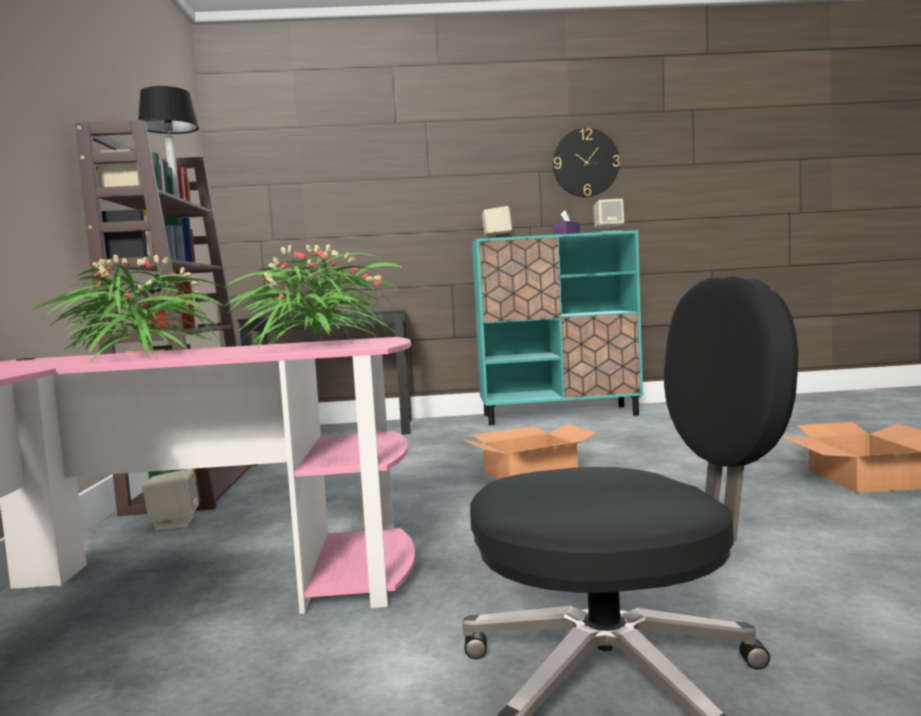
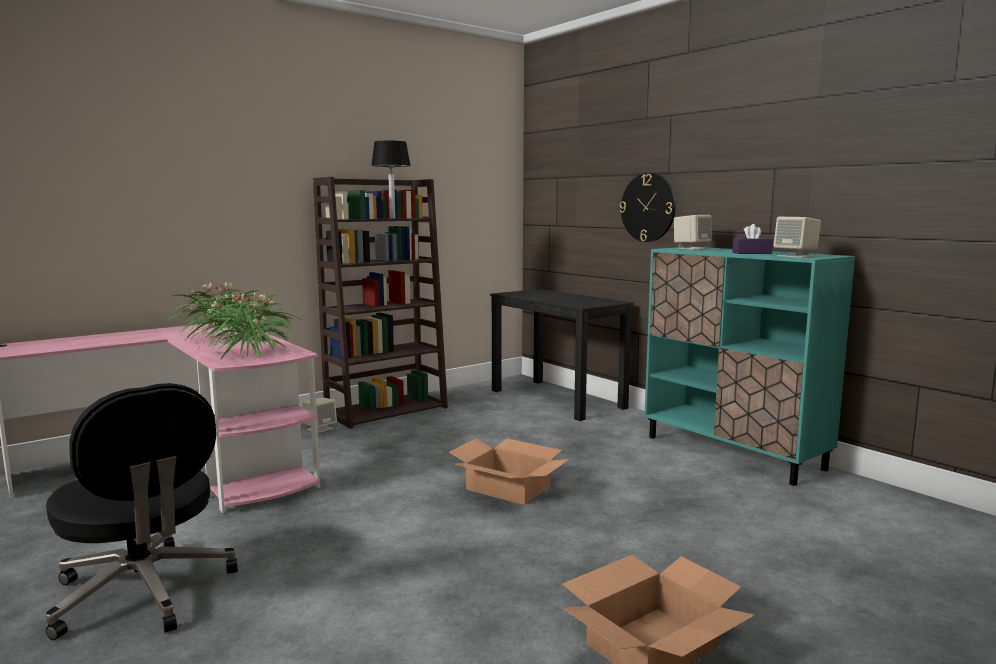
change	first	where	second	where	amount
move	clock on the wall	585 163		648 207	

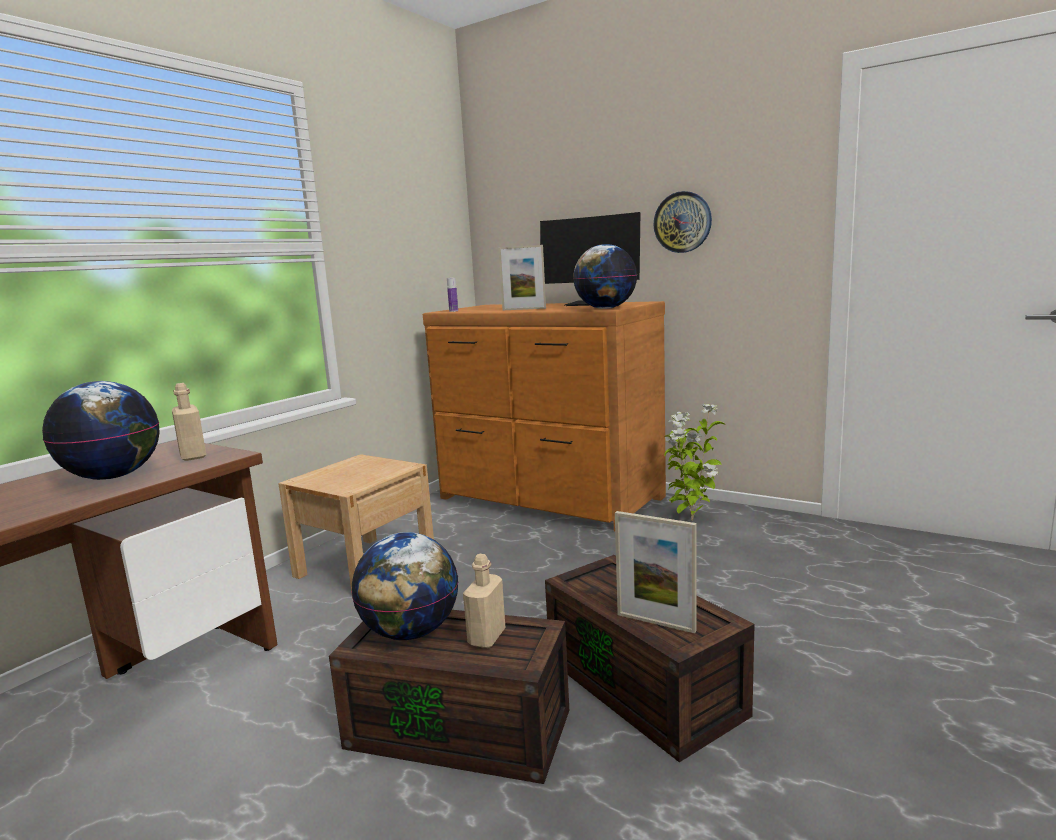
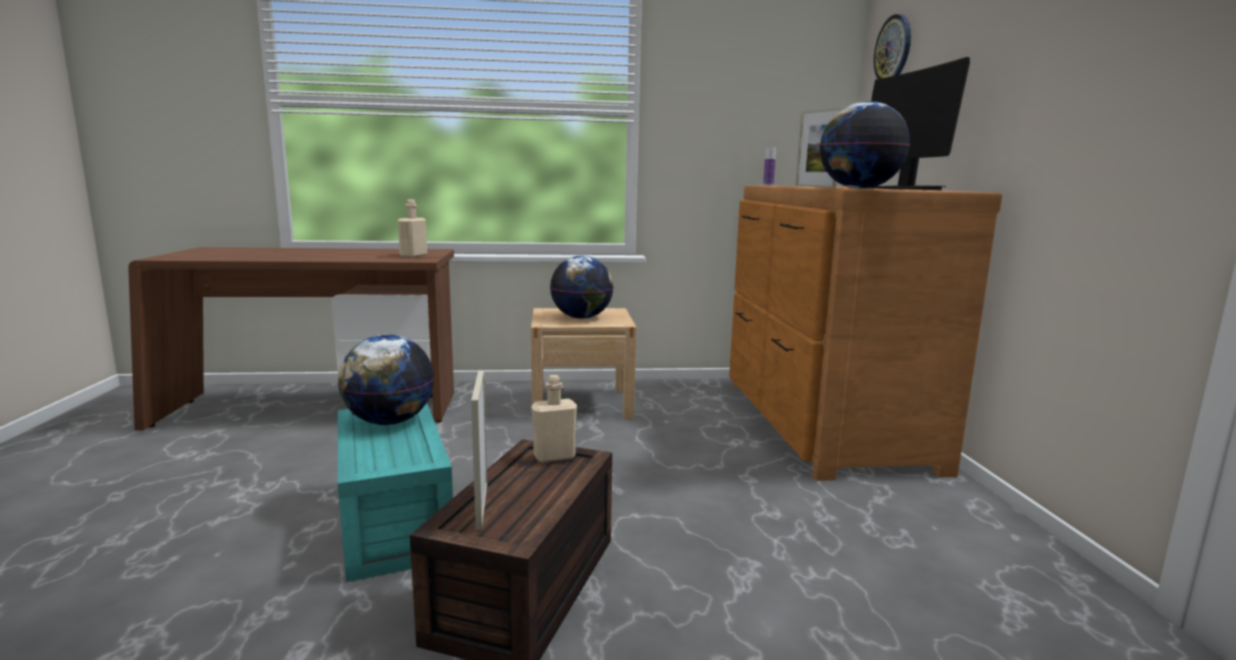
change	first	where	second	where	amount
move	clock on the wall	682 222		893 49	
move	desk globe	113 477		582 318	
delete	houseplant	690 520			
move	sand-coloured beverage bottle	486 637		554 456	
recolor	brown storage bin	462 727	turquoise-coloured storage bin	397 521	

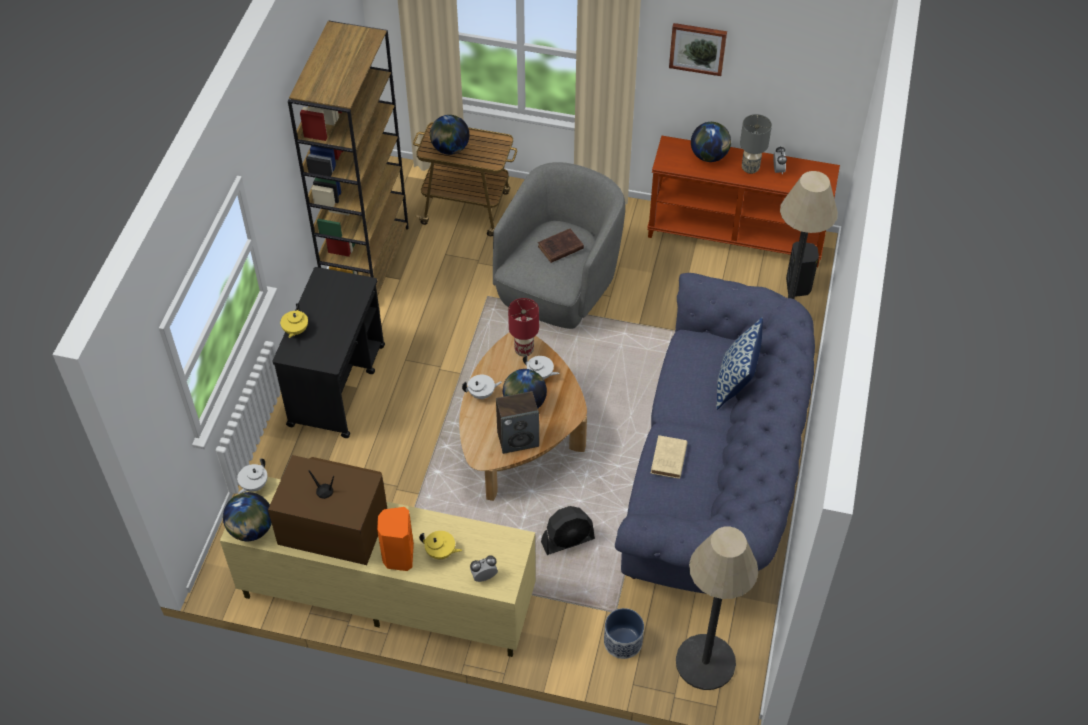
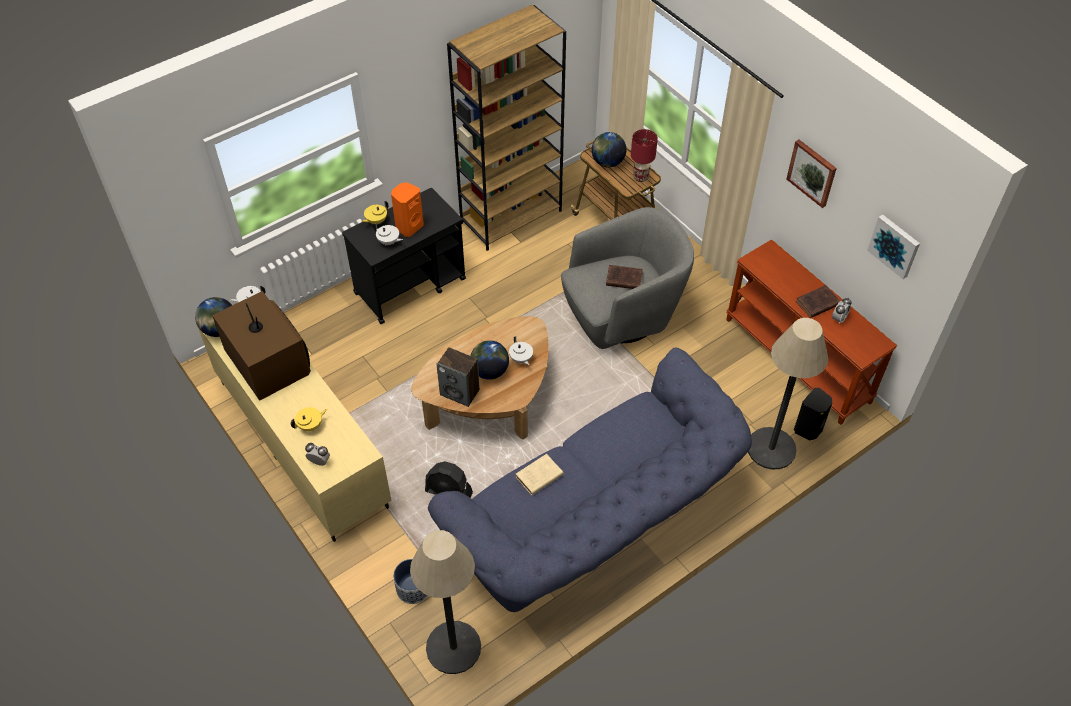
change	first	where	second	where	amount
replace	gray table lamp	750 168	brown volume	816 304	
delete	desk globe	709 156			
move	red table lamp	524 350		641 177	
delete	pillow	735 384			
move	white teapot	482 394		388 242	
move	orangey speaker	398 556		409 226	
rotate	yellowish teapot	441 552		311 425	90 degrees counterclockwise
insert			wall picture	895 245	

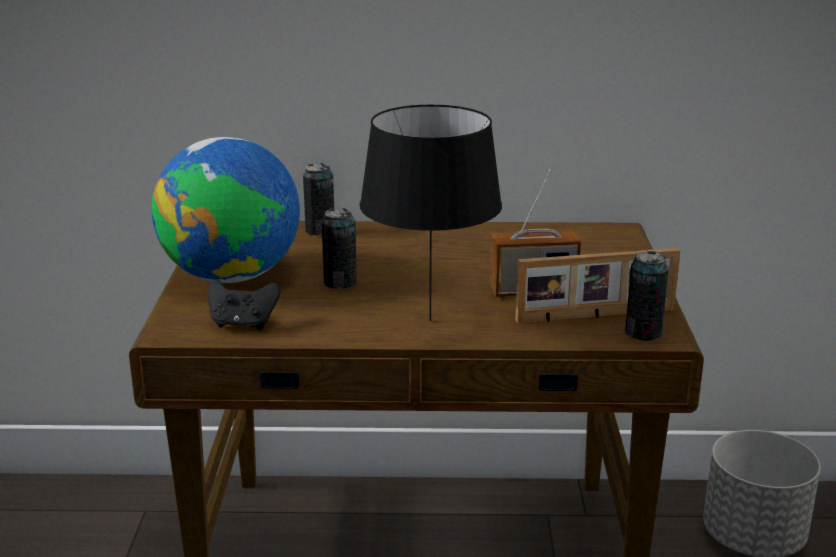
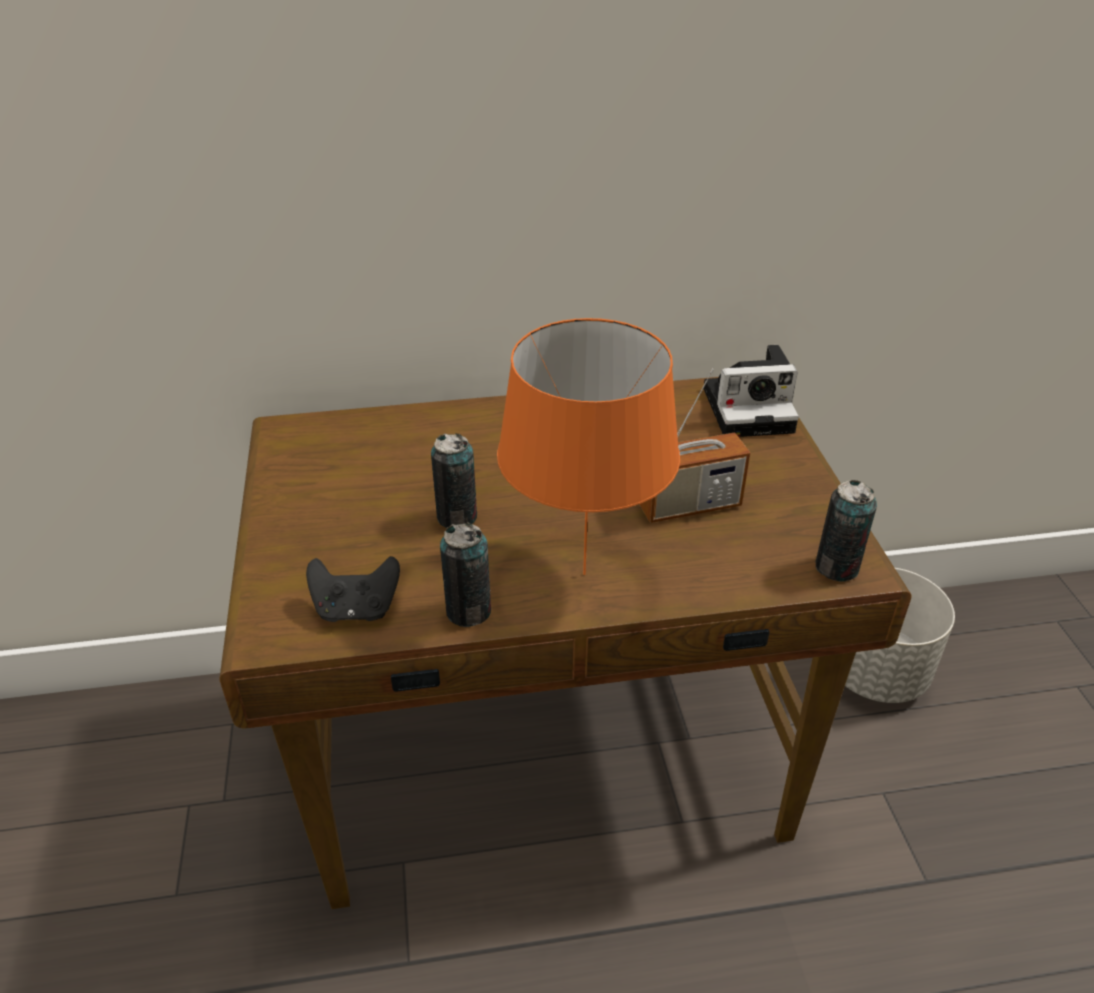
change	first	where	second	where	amount
recolor	black-coloured table lamp	431 319	orangey table lamp	585 572	
delete	desk globe	232 276			
move	sealed can	320 231		468 611	
delete	photo frame	596 316			
insert			photo camera	751 409	

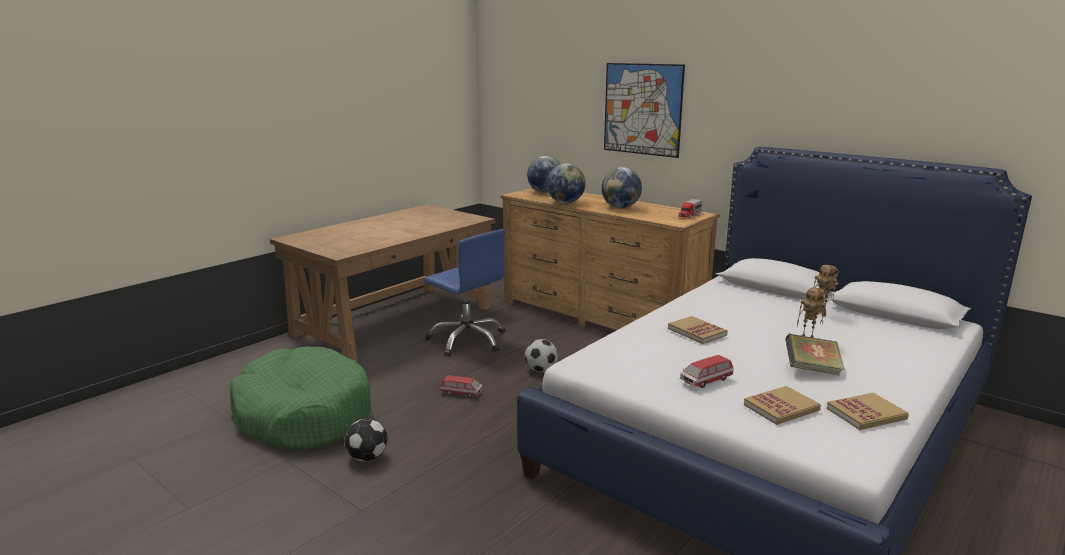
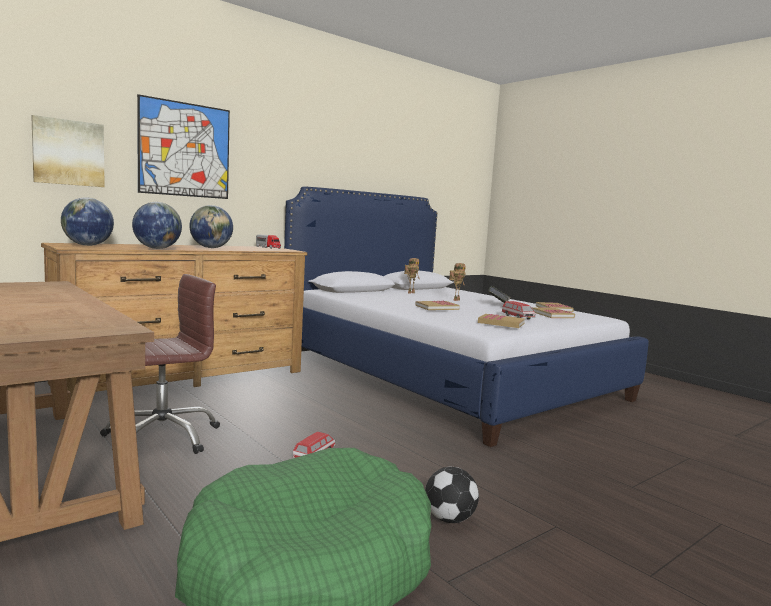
change	first	where	second	where	amount
recolor	blue desk chair	468 340	brown desk chair	162 437	
delete	ball for football	541 370			
insert			wall picture	68 152	
insert			volume	501 323	

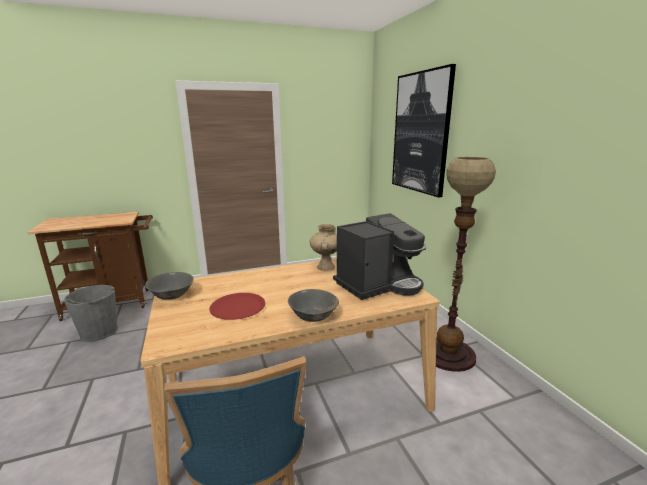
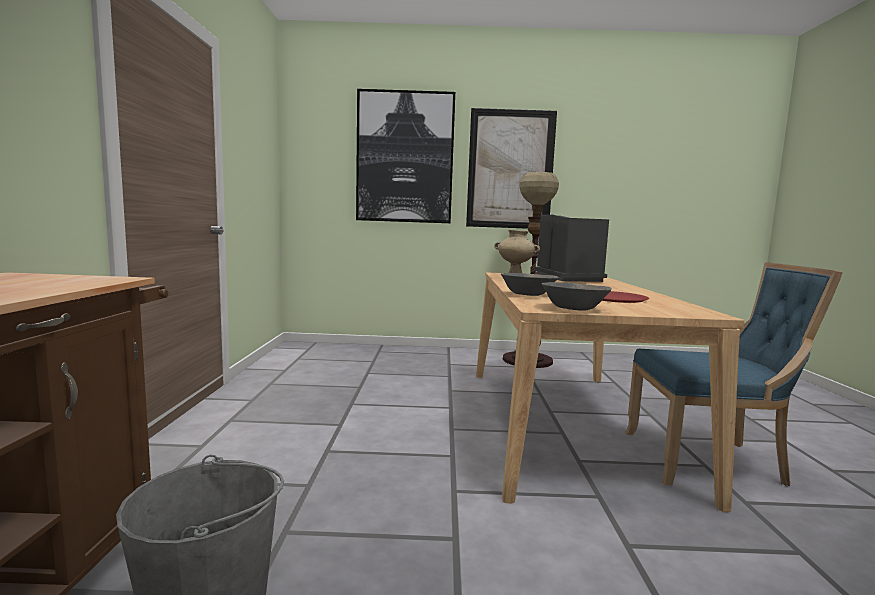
change	first	where	second	where	amount
move	gray serving bowl	312 316		528 295	
insert			wall picture	510 169	

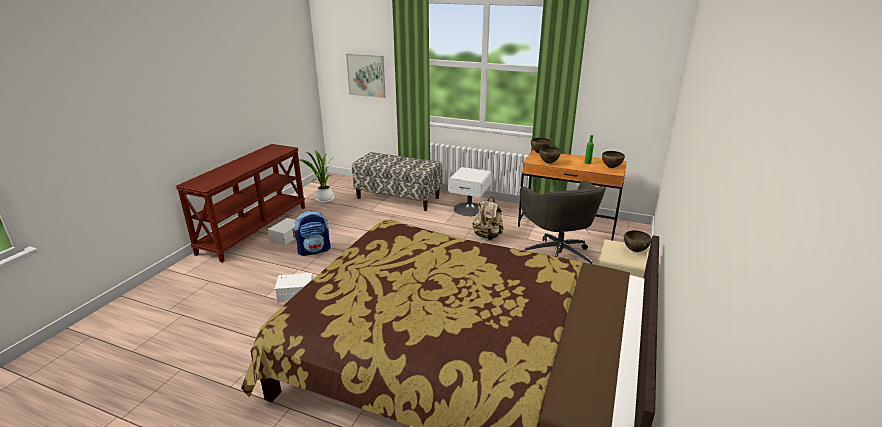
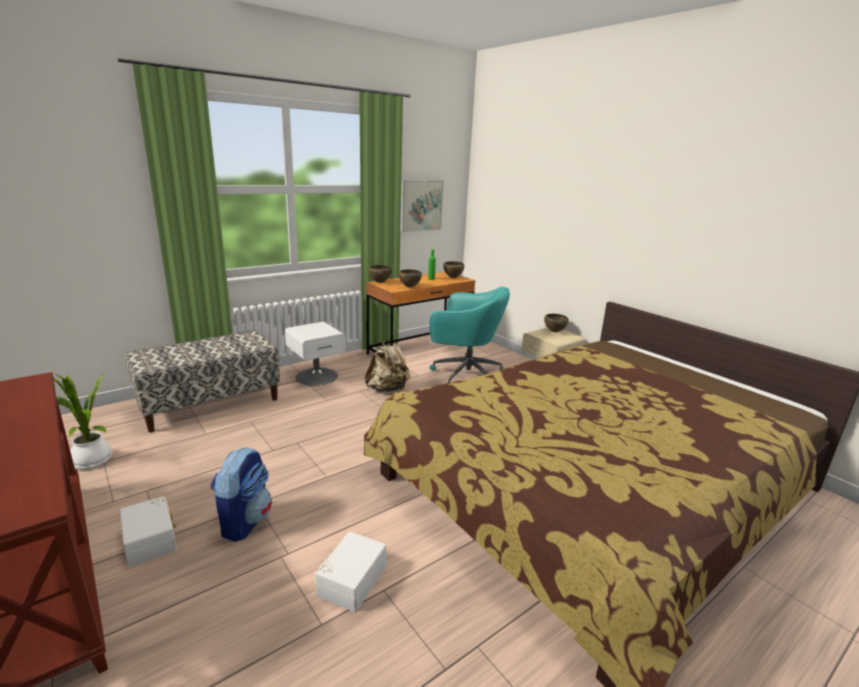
change	first	where	second	where	amount
move	wall picture	366 75		421 205	
recolor	gray desk chair	557 256	turquoise-coloured desk chair	465 375	

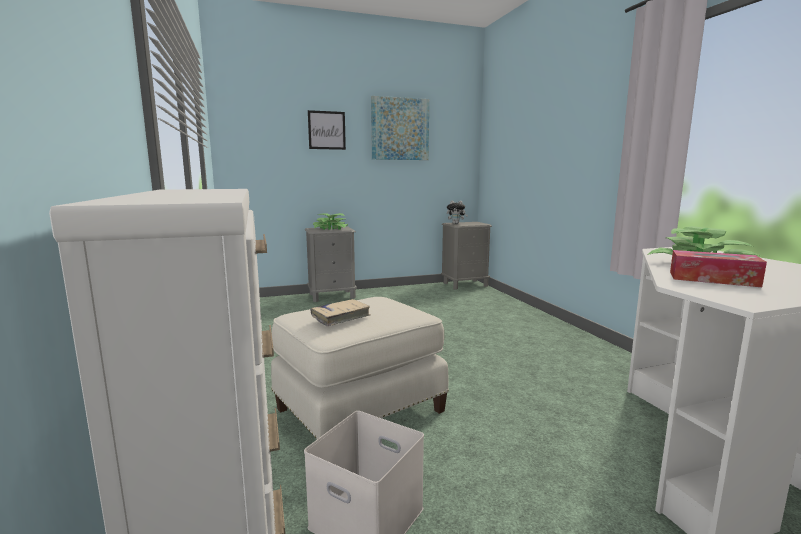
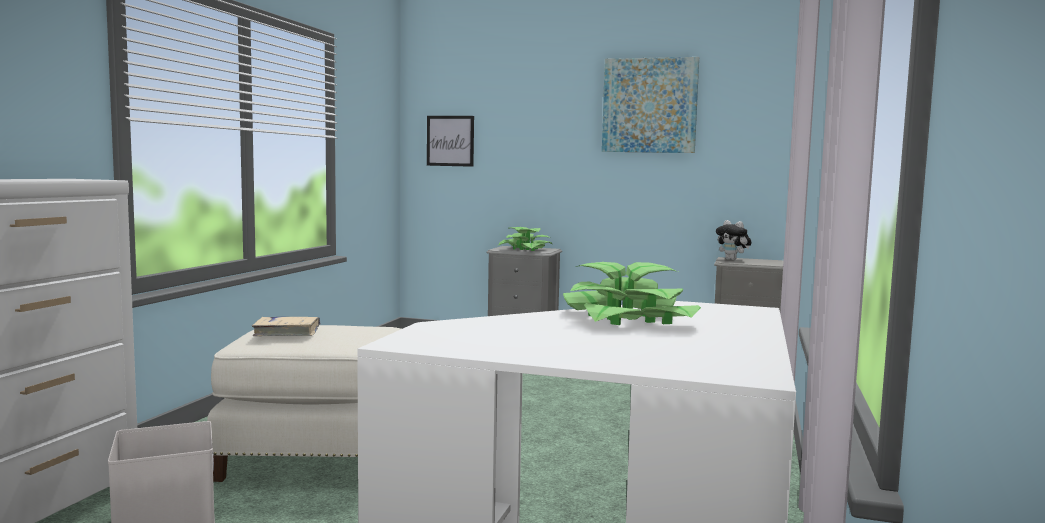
change	first	where	second	where	amount
move	wall picture	326 130		450 141	
delete	box of tissues	712 279			

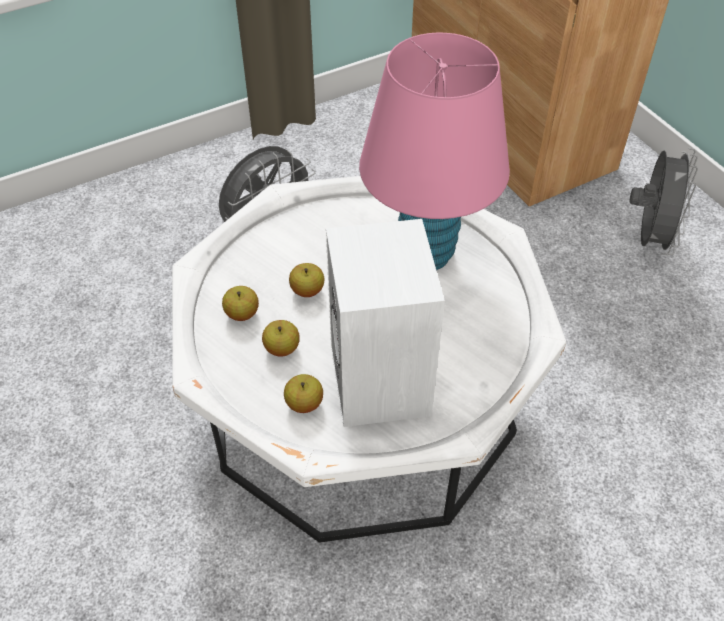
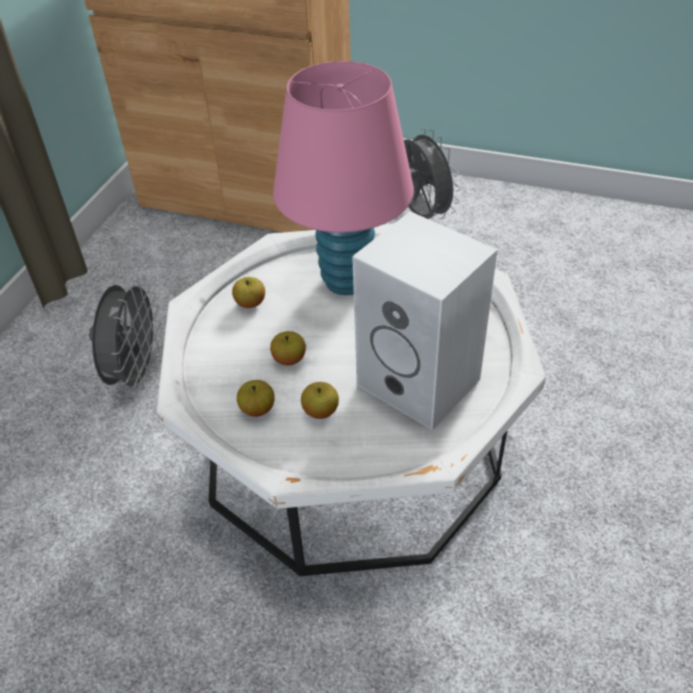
change	first	where	second	where	amount
move	apple fruit	304 403		250 303	

